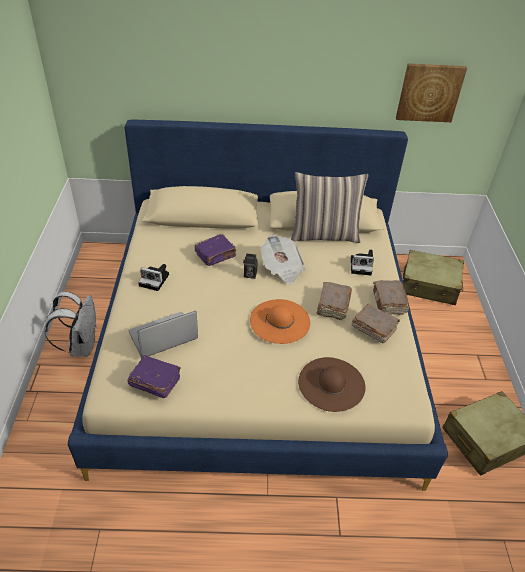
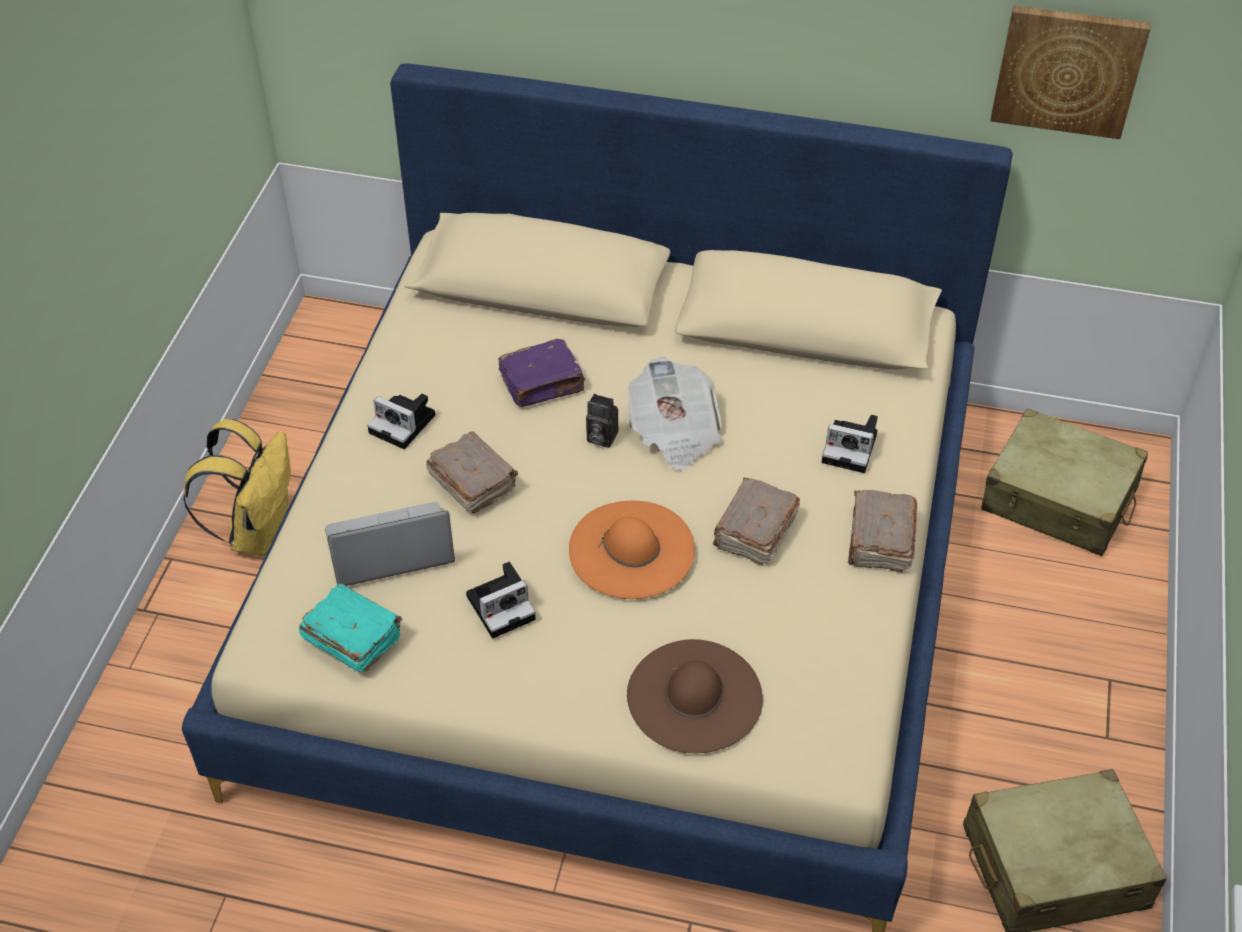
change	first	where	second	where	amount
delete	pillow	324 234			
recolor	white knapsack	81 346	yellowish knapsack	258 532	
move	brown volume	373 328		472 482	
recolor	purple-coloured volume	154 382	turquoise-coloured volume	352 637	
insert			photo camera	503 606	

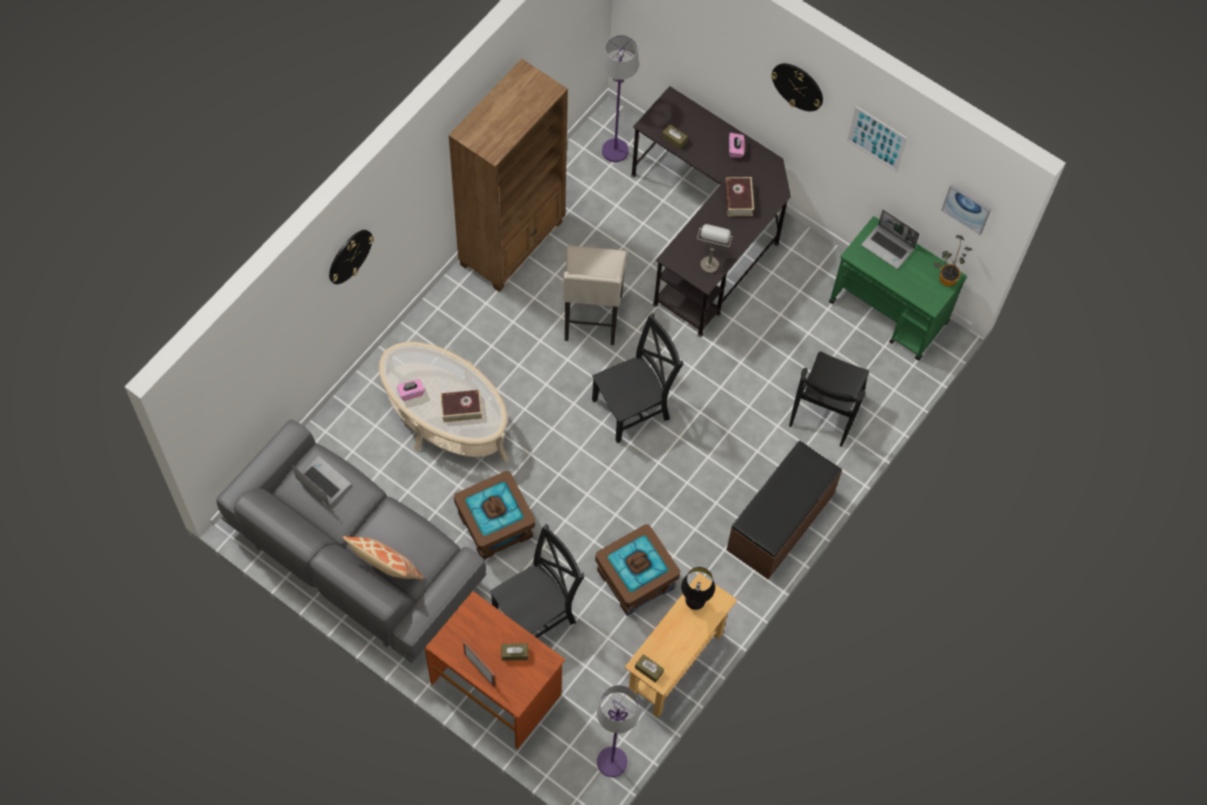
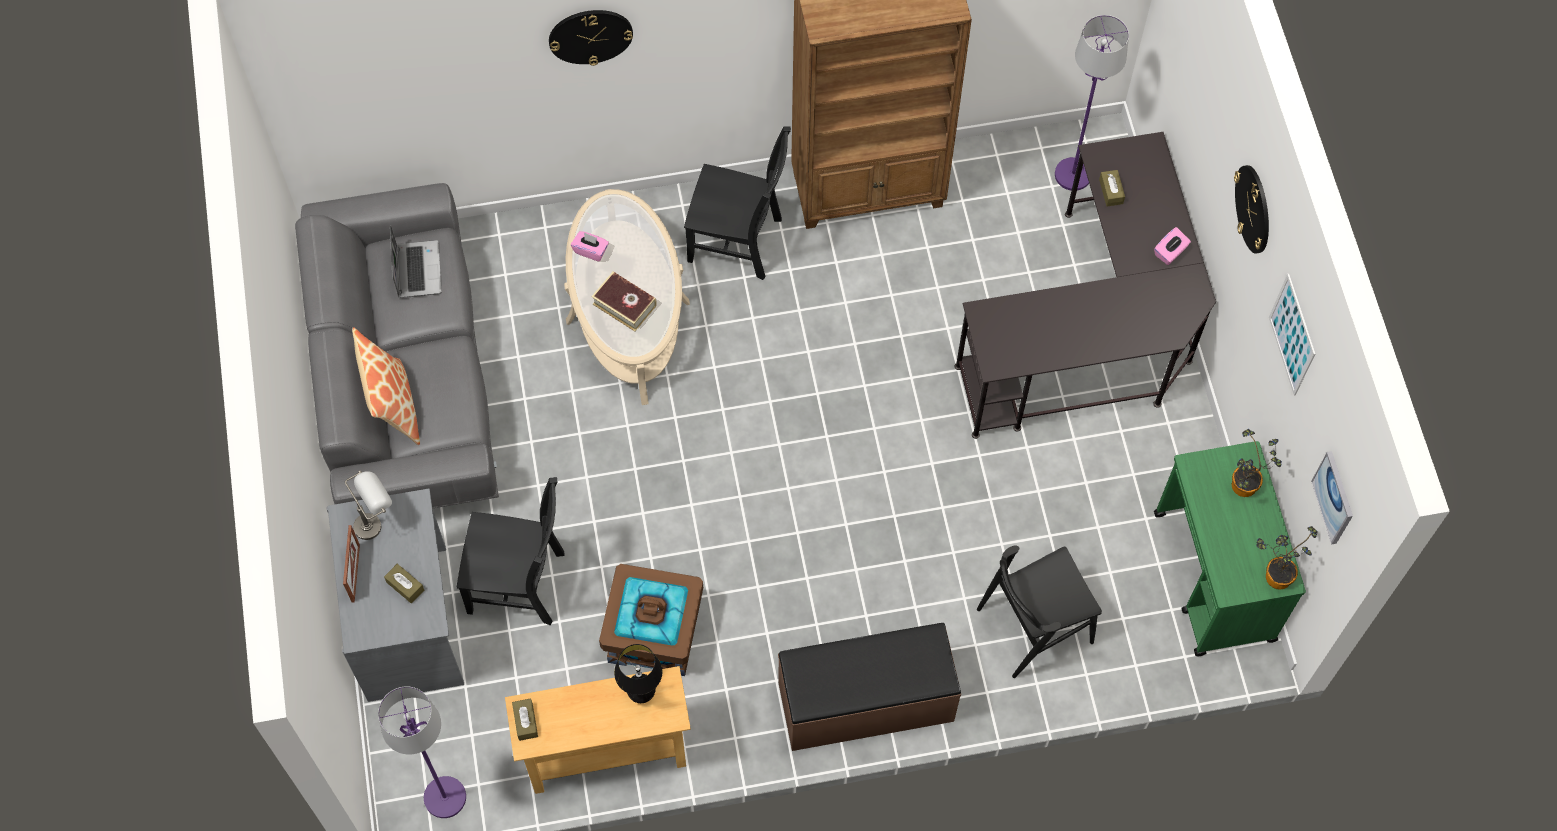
change	first	where	second	where	amount
delete	volume	738 199			
replace	portable computer	888 247	houseplant	1241 488	
move	gray table lamp	710 259		375 521	
delete	sand-coloured stool	592 320			
move	black-coloured chair	634 408		739 241	
delete	brown storage bin	494 525			
recolor	brown desk unit	497 688	gray desk unit	409 623	

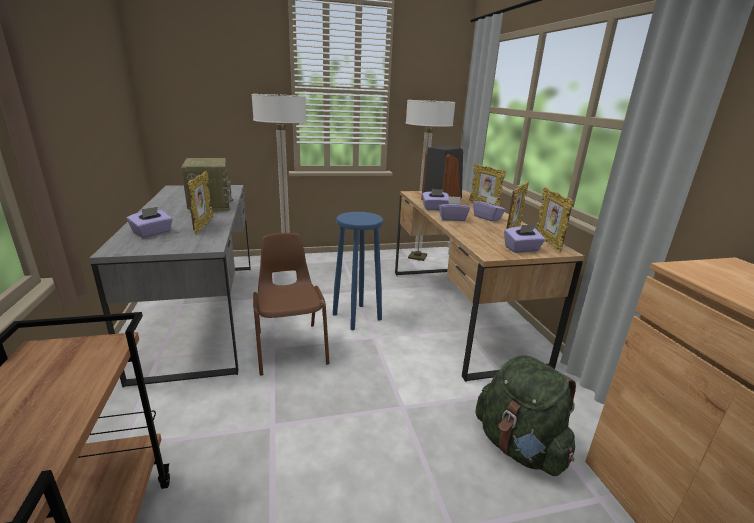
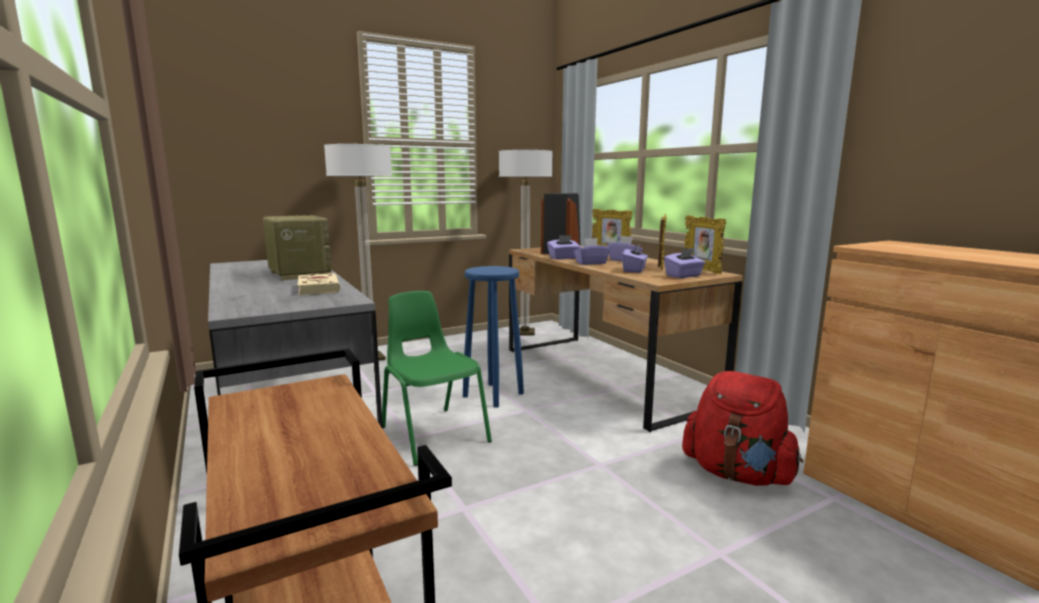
change	first	where	second	where	amount
replace	photo frame	203 226	sand-coloured volume	318 288	
move	purple-coloured box of tissues	153 233		634 270	
recolor	brown chair	291 347	greenish chair	433 434	
recolor	greenish knapsack	519 446	red knapsack	737 474	

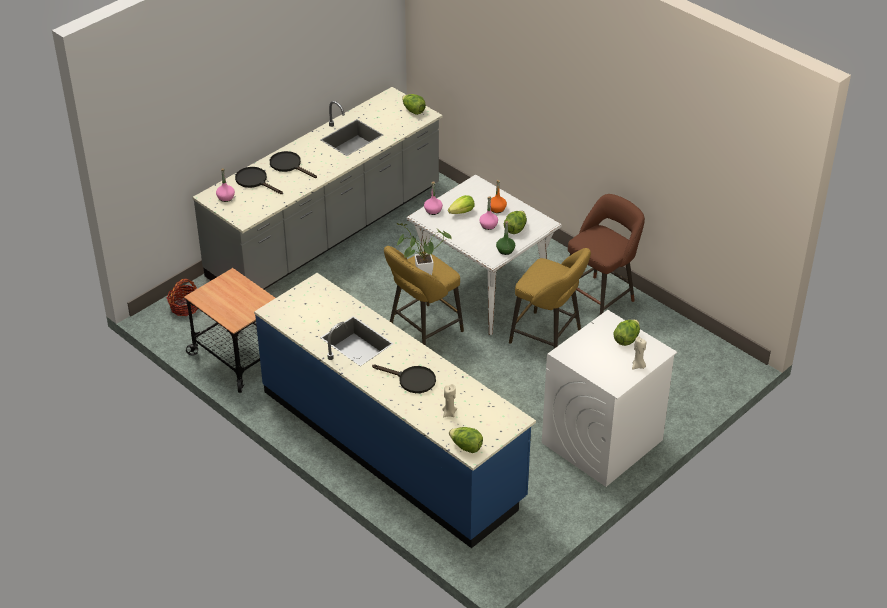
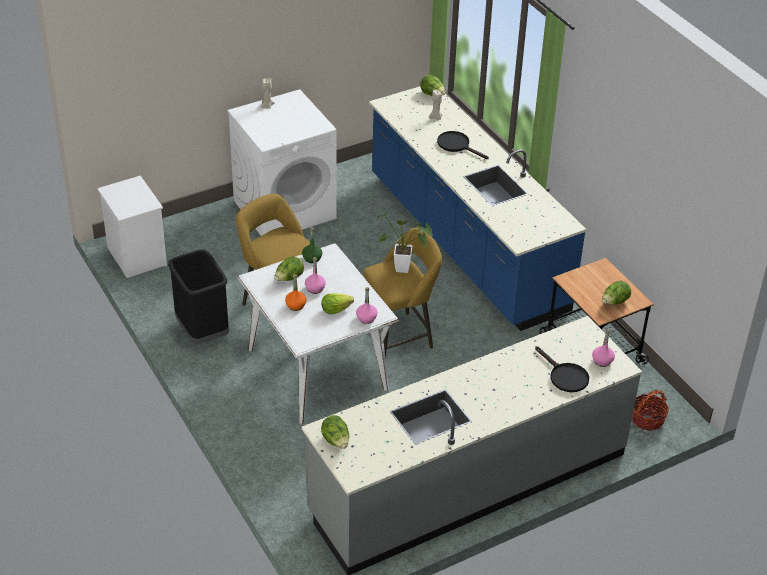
change	first	where	second	where	amount
delete	black-coloured frying pan	289 165			
replace	brown stool	600 298	black-coloured waste bin	202 332	
move	lettuce head	626 339		614 302	
insert			white night table	135 256	

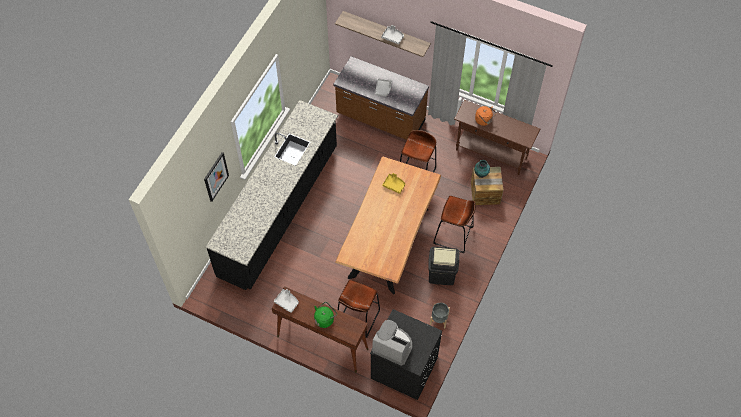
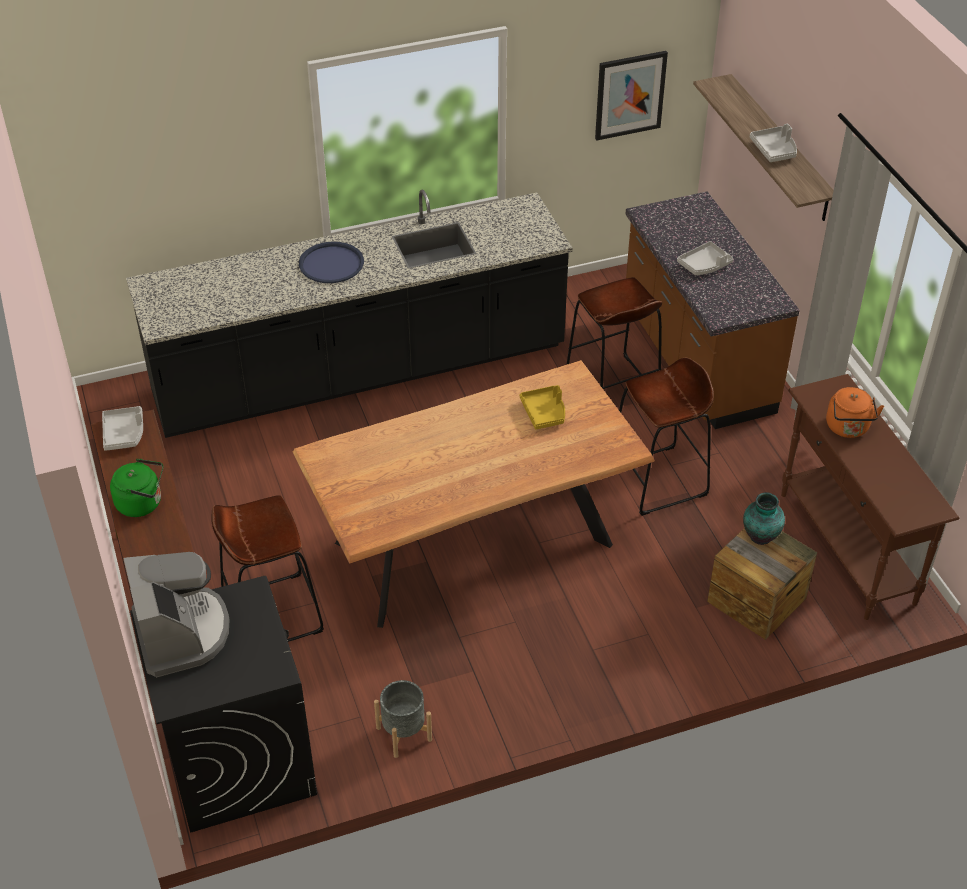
change	first	where	second	where	amount
move	wall picture	215 176		630 95	
move	brown stool	453 235		612 386	
delete	black-coloured waste bin	441 274			
insert			blue serving tray	331 263	

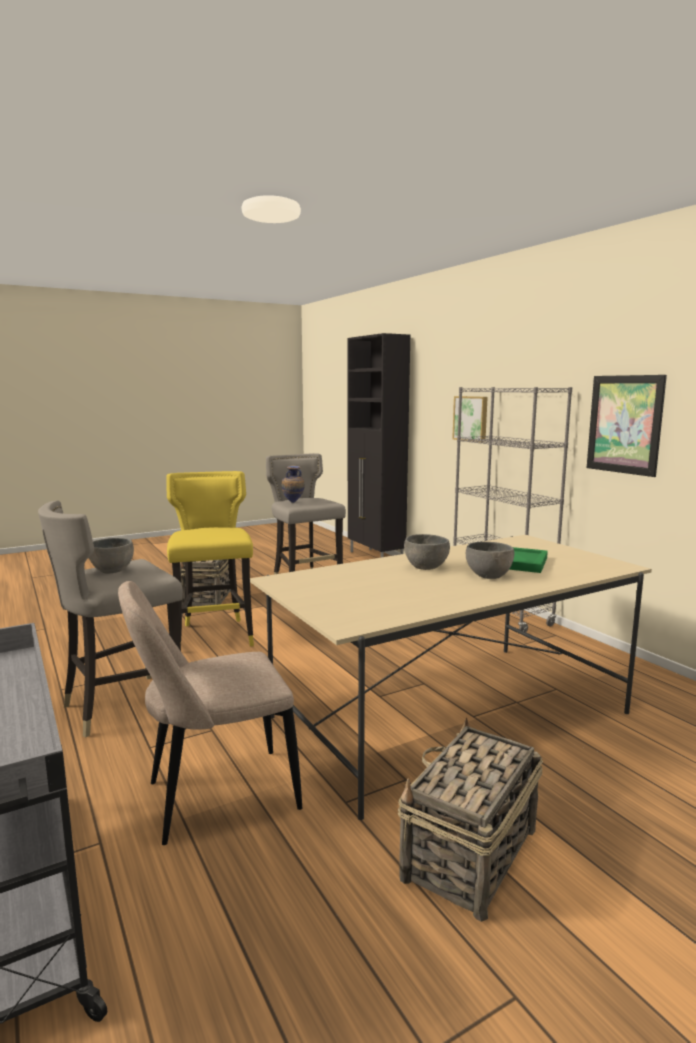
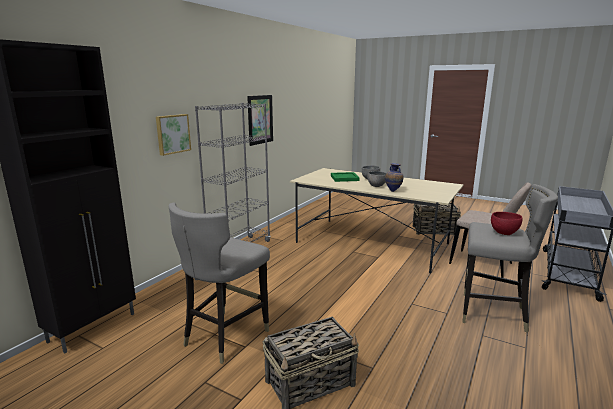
change	first	where	second	where	amount
move	vase	293 503		393 191	
delete	yellowish stool	214 635			
recolor	gray serving bowl	112 571	red serving bowl	504 233	

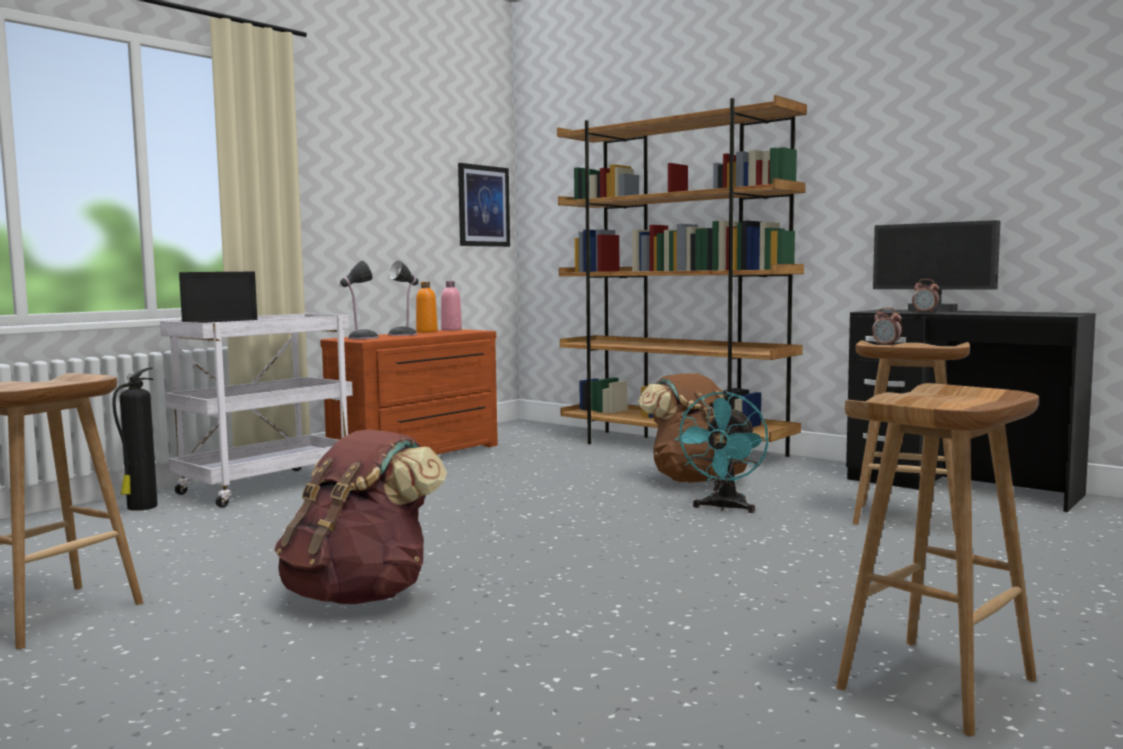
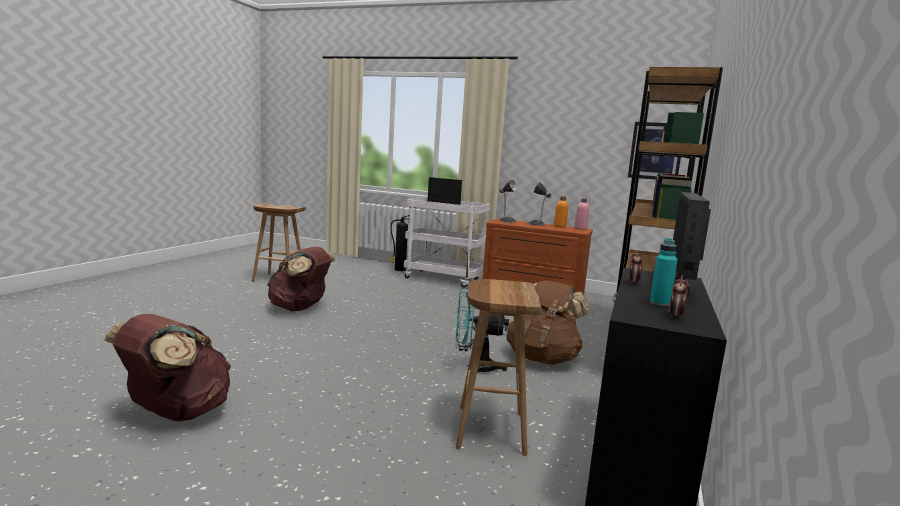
change	first	where	second	where	amount
move	bedside clock	886 345		675 316	
replace	brown stool	937 685	brown knapsack	176 413	
insert			turquoise-coloured beverage bottle	659 303	

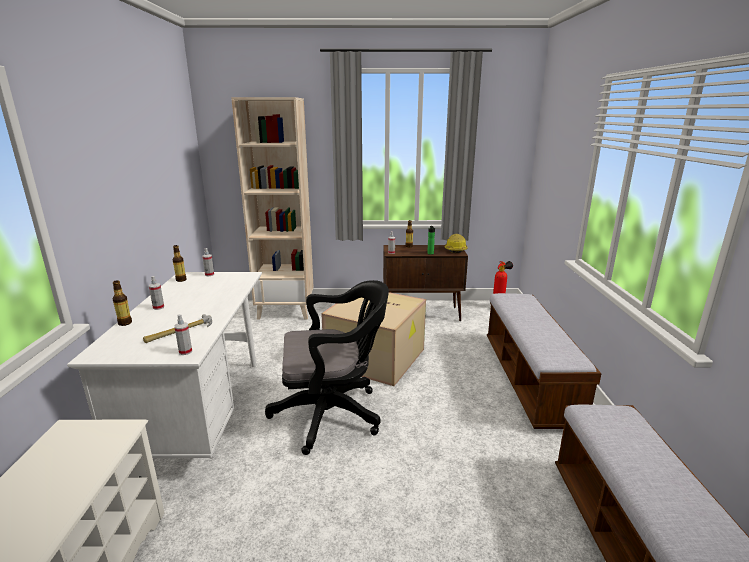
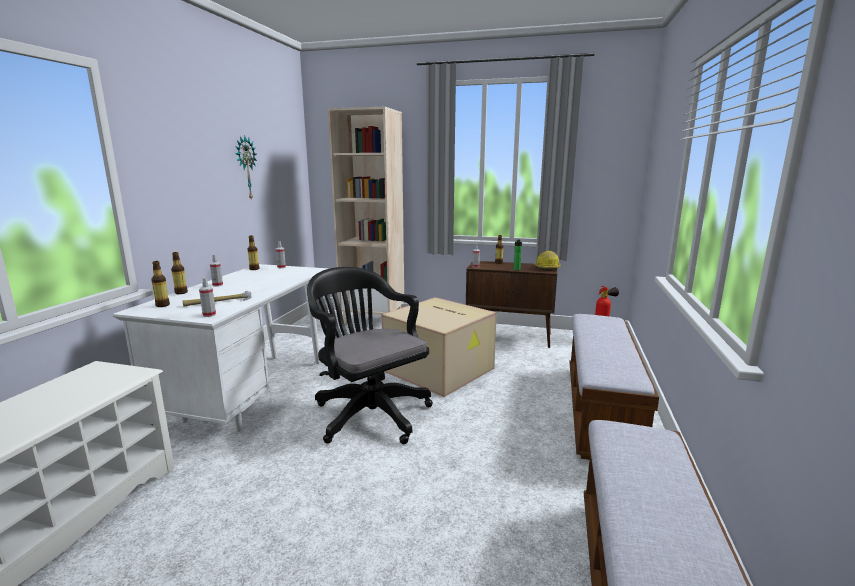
change	first	where	second	where	amount
rotate	black-coloured desk chair	333 414		369 412	135 degrees counterclockwise
insert			clock on the wall	245 168	
insert			beverage bottle	162 305	

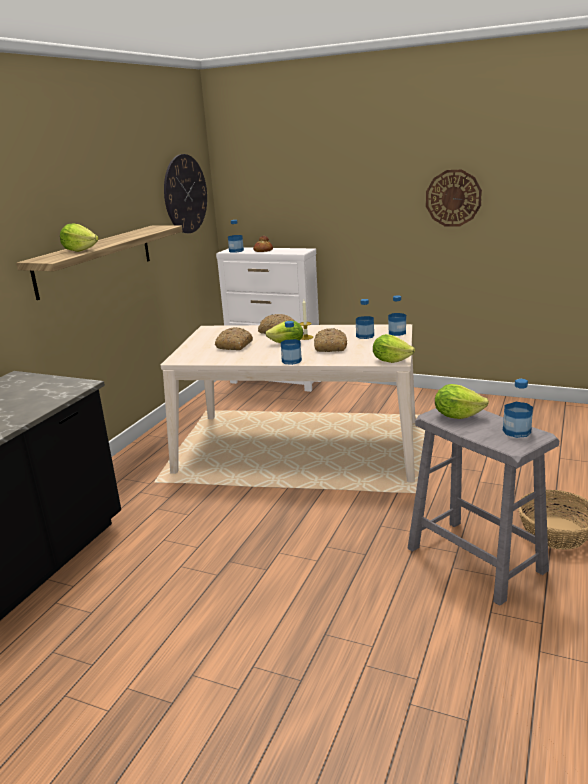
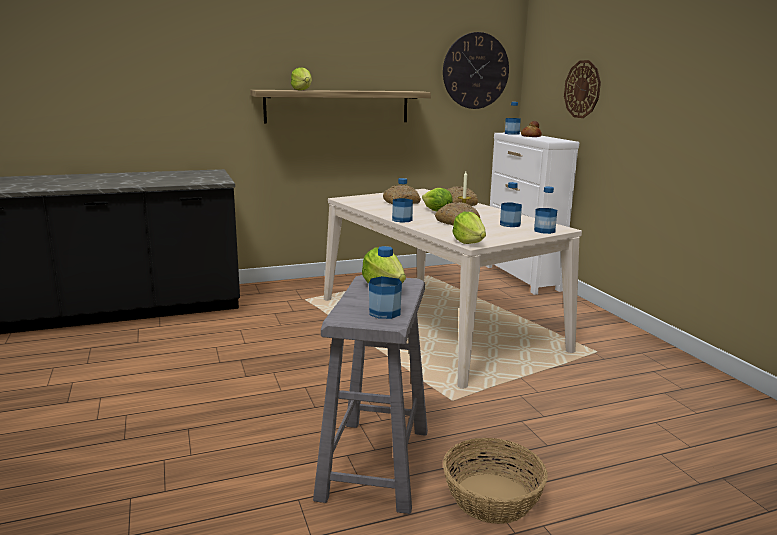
change	first	where	second	where	amount
move	clock on the wall	453 198		582 89	

